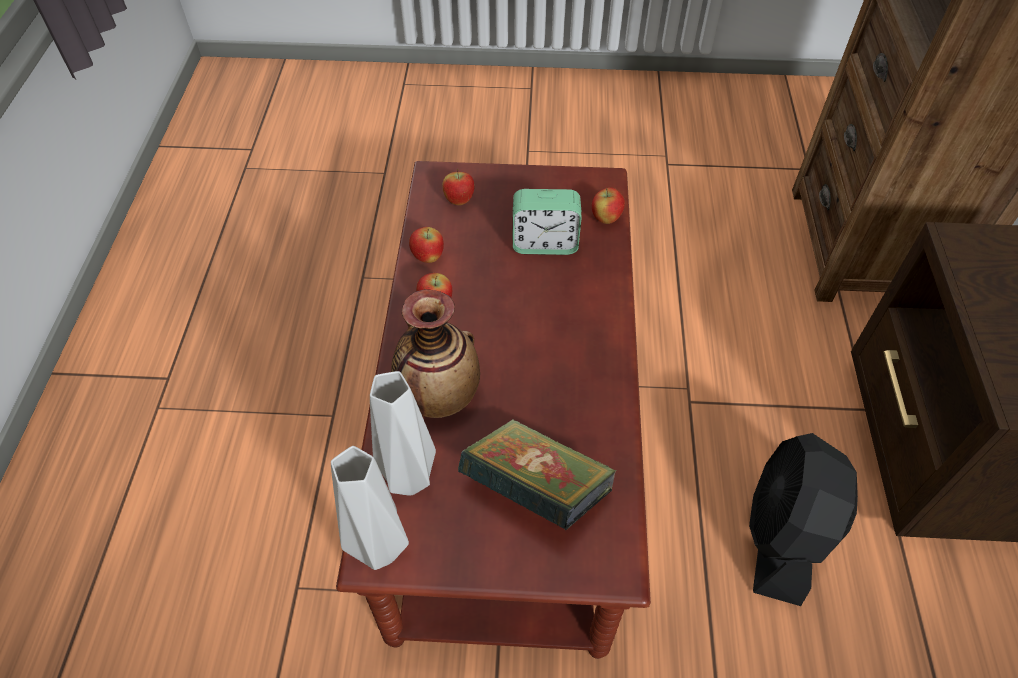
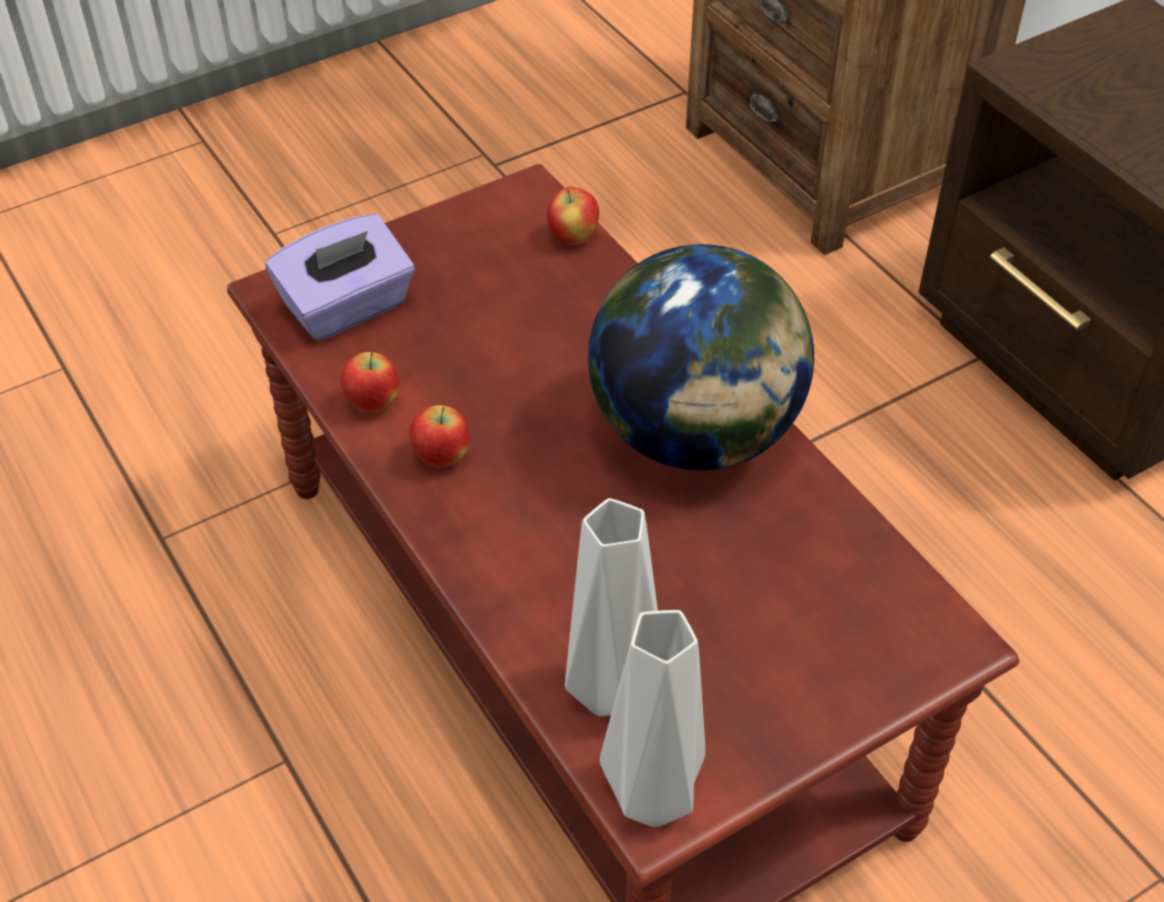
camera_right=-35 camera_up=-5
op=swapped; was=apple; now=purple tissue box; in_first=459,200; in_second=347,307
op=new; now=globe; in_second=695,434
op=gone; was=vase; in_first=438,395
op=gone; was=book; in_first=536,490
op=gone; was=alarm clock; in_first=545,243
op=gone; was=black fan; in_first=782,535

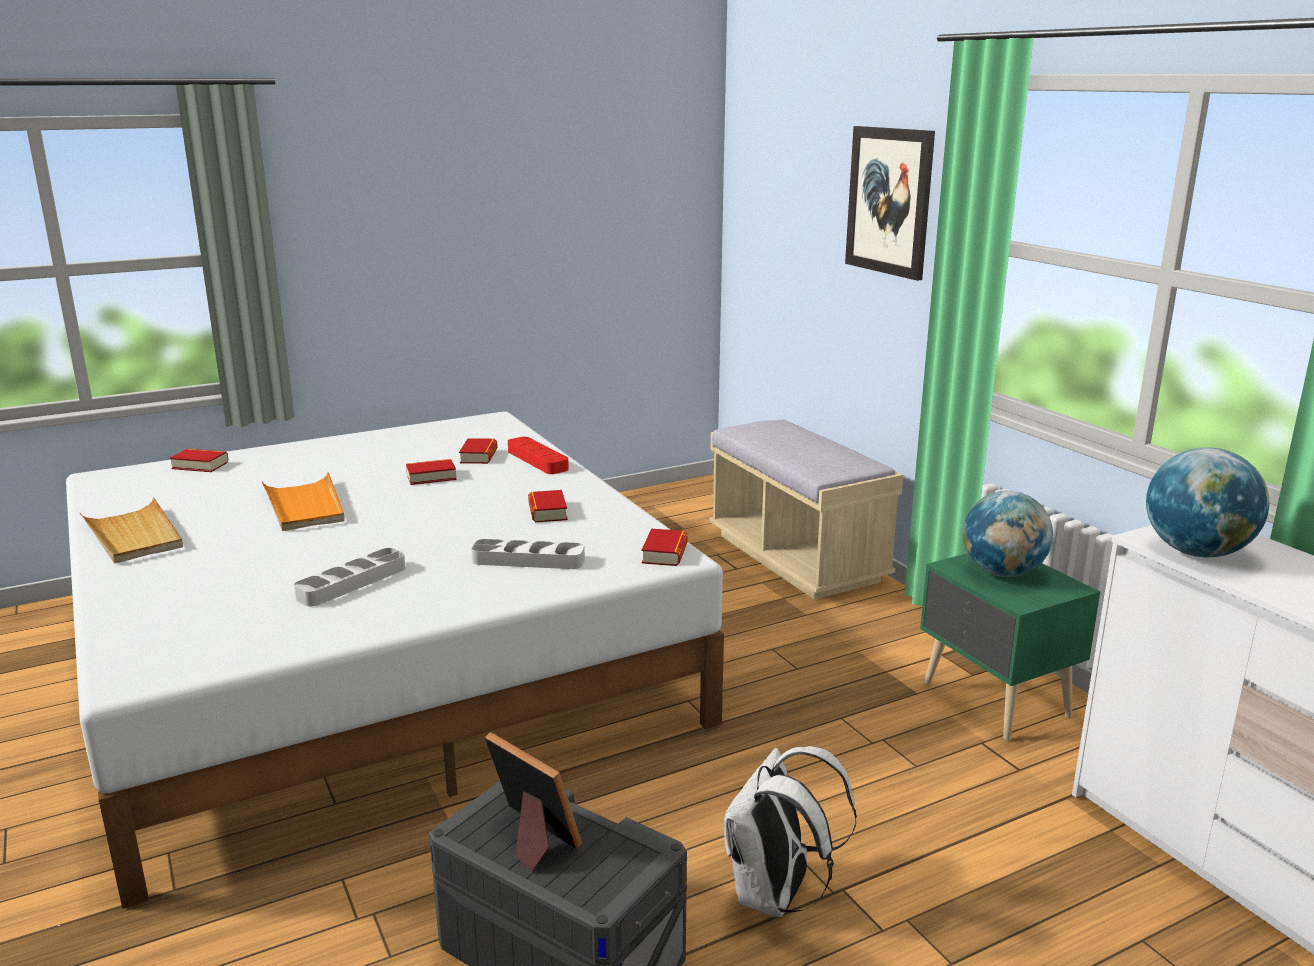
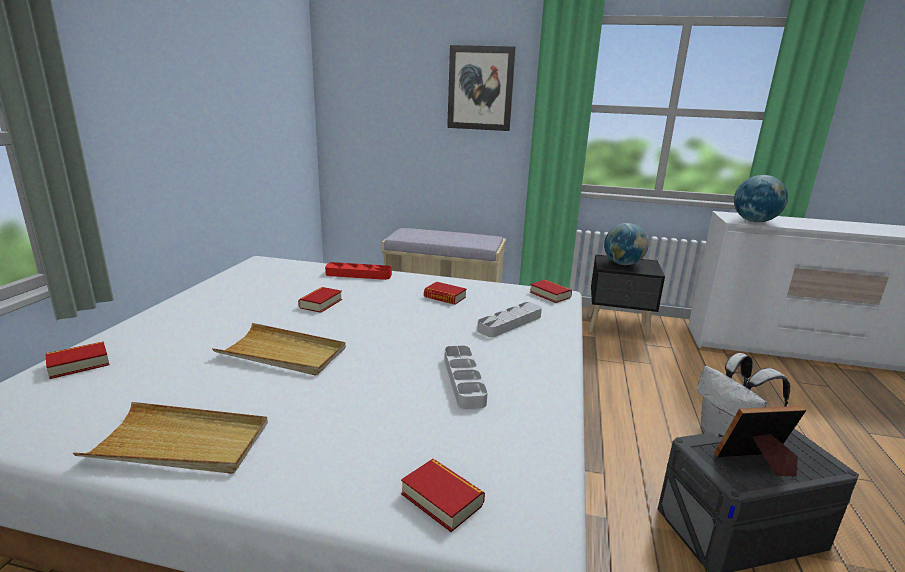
camera_right=-50 camera_up=0
op=repainted; was=orange tray; now=beige tray; in_first=304,506; in_second=282,353
op=shifted; was=book; in_first=479,456; in_second=442,499
op=repainted; was=green nightstand; now=black nightstand; in_first=995,702; in_second=618,328

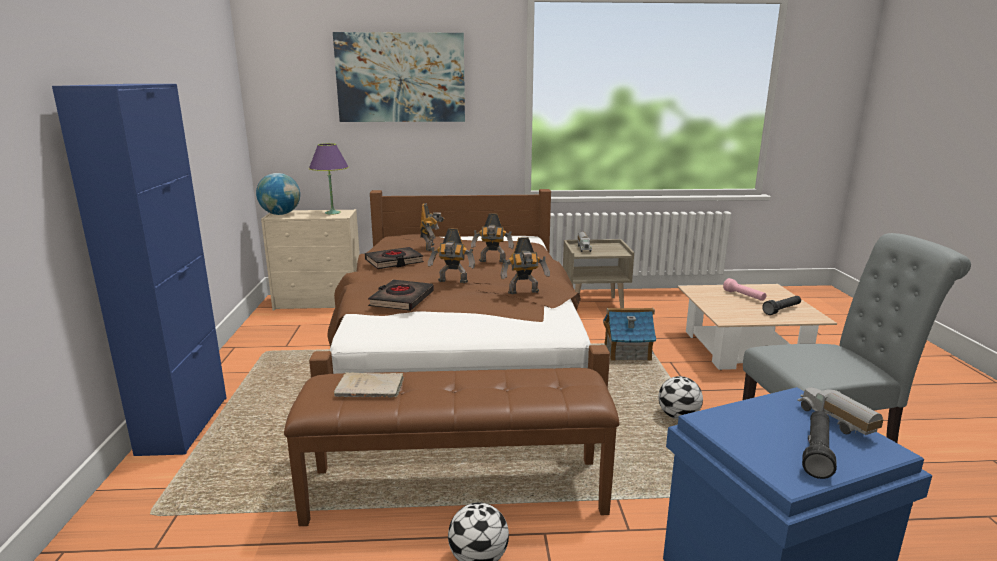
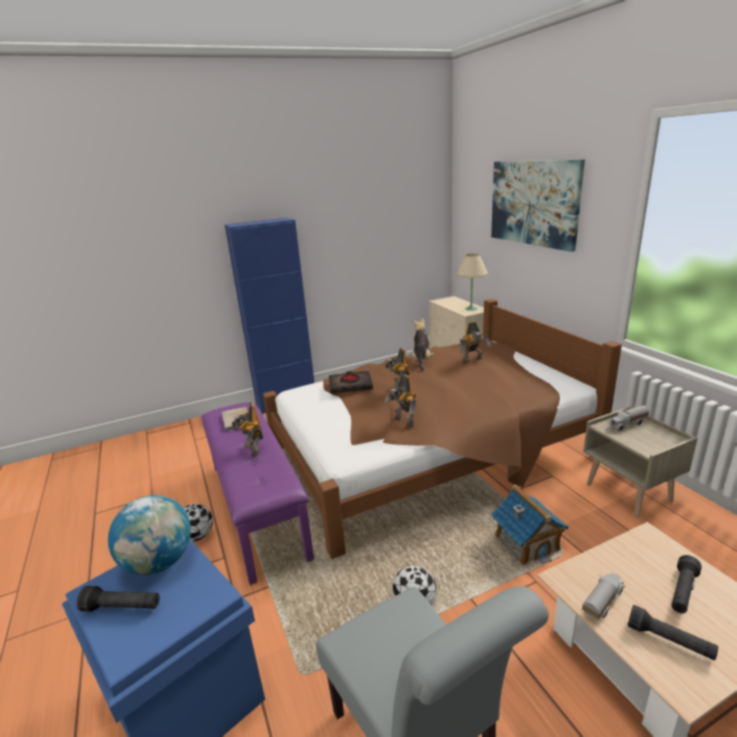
camera_right=70 camera_up=5
op=shifted; was=globe; in_first=280,214; in_second=159,562
op=repainted; was=brown bench; now=purple bench; in_first=457,489; in_second=258,507
op=shifted; was=toy robot; in_first=492,261; in_second=253,449
op=swapped; was=black book; now=plush toy; in_first=394,262; in_second=421,360
op=repainted; was=purple table lamp; now=beige table lamp; in_first=332,213; in_second=471,309
op=shifted; was=toy truck; in_first=835,422; in_second=601,602
op=repainted; was=pink flashlight; now=black flashlight; in_first=744,296; in_second=682,592

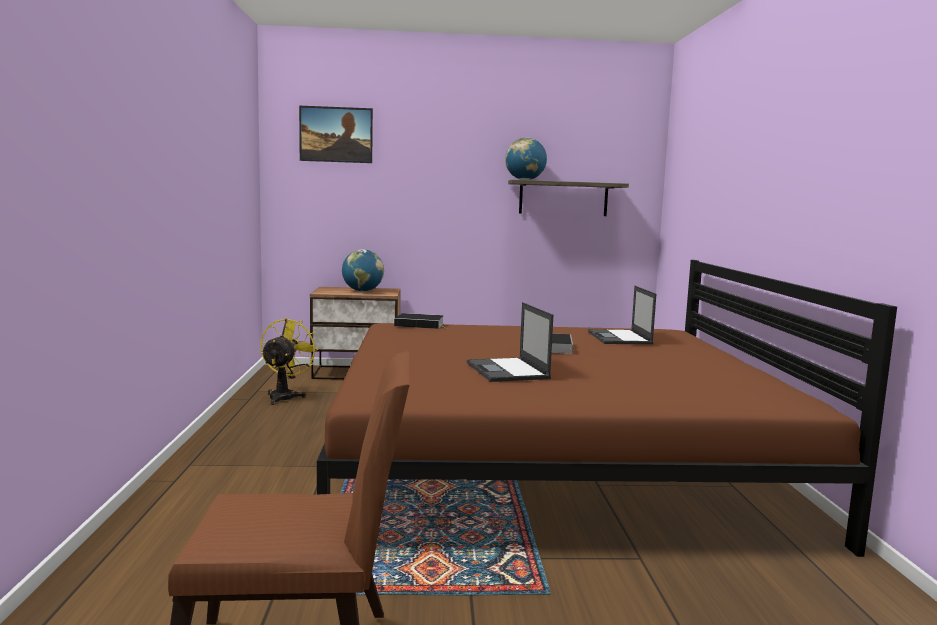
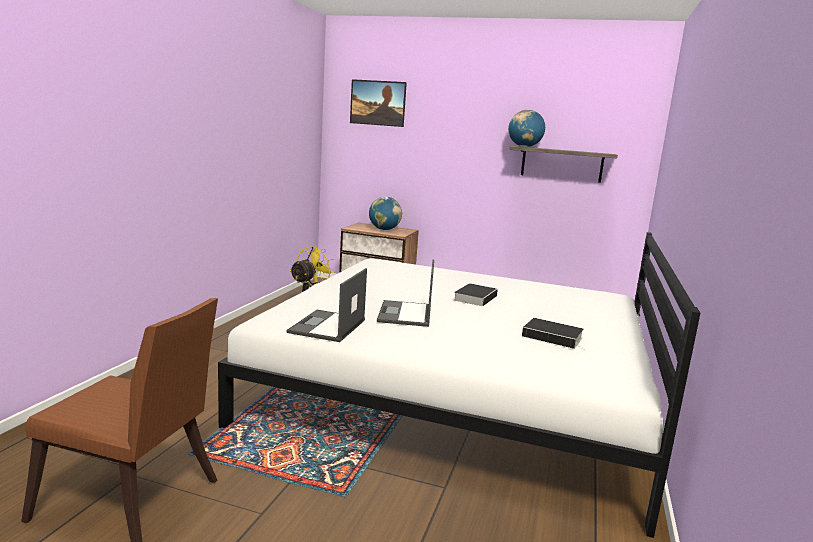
camera_right=20 camera_up=5
op=repainted; was=brown bed; now=white bed; in_first=553,459; in_second=459,390
op=shifted; was=laptop; in_first=620,338; in_second=327,326
op=shifted; was=book; in_first=421,324; in_second=554,337

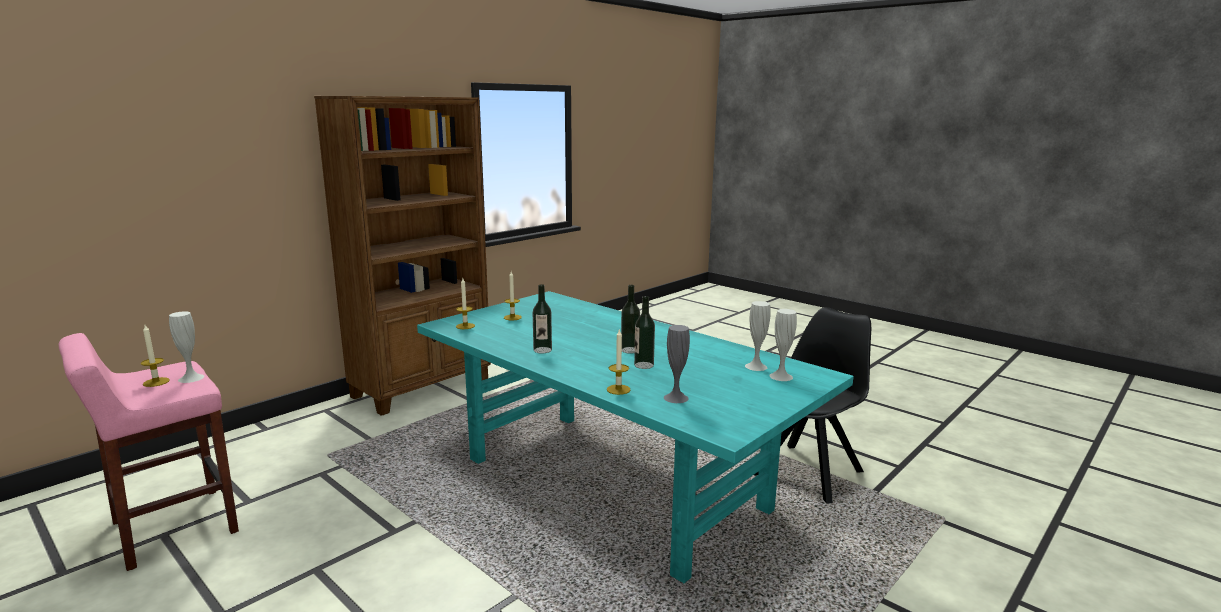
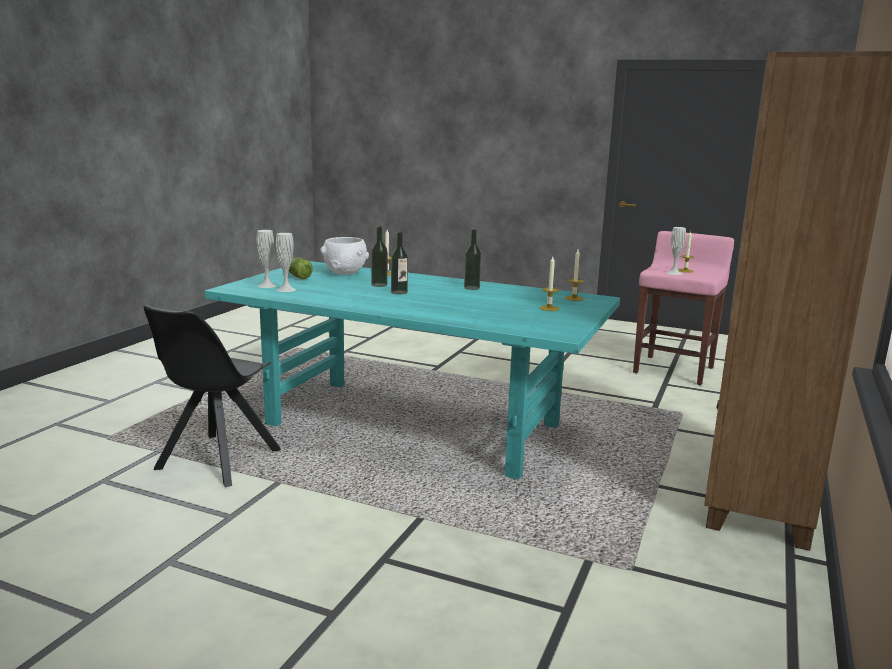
camera_right=160 camera_up=0
op=new; now=lettuce; in_second=298,276
op=swapped; was=grey vase; now=white bowl; in_first=676,398; in_second=345,273

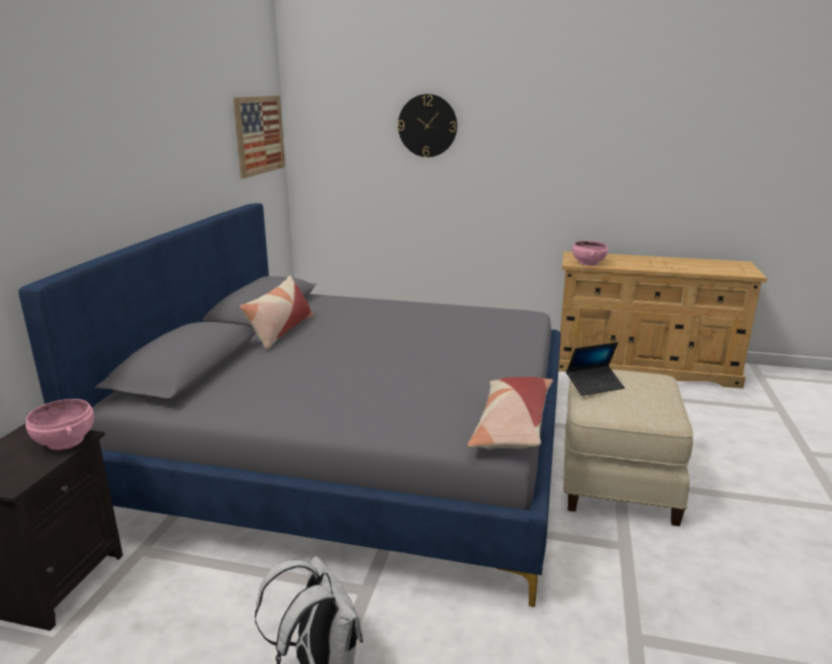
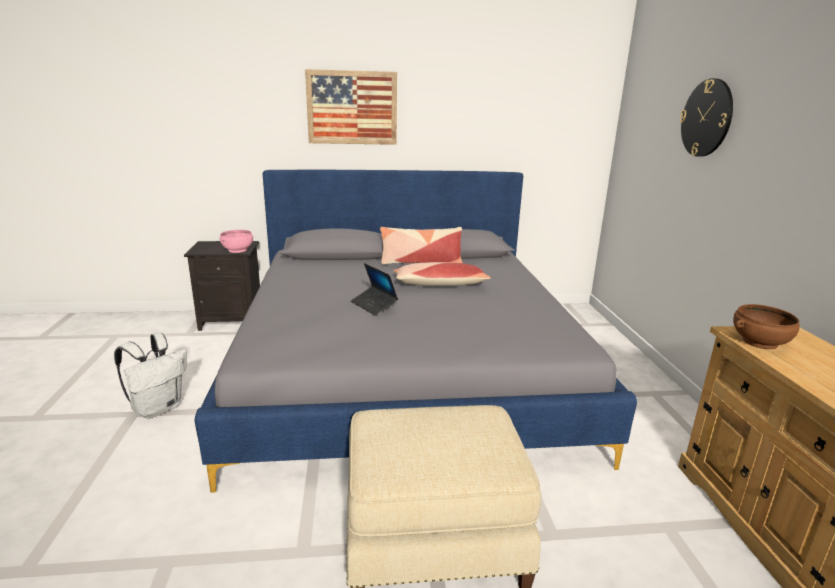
camera_right=70 camera_up=0
op=shifted; was=picture; in_first=259,135; in_second=352,108
op=shifted; was=laptop; in_first=594,385; in_second=374,305
op=shifted; was=pillow; in_first=512,425; in_second=439,284
op=repainted; was=pink bowl; now=brown bowl; in_first=588,263; in_second=759,342

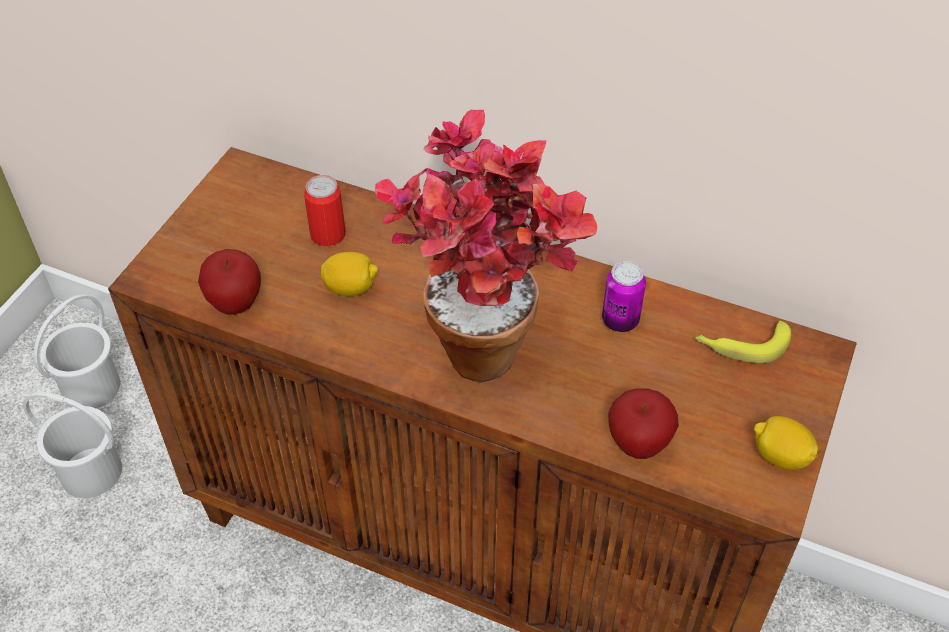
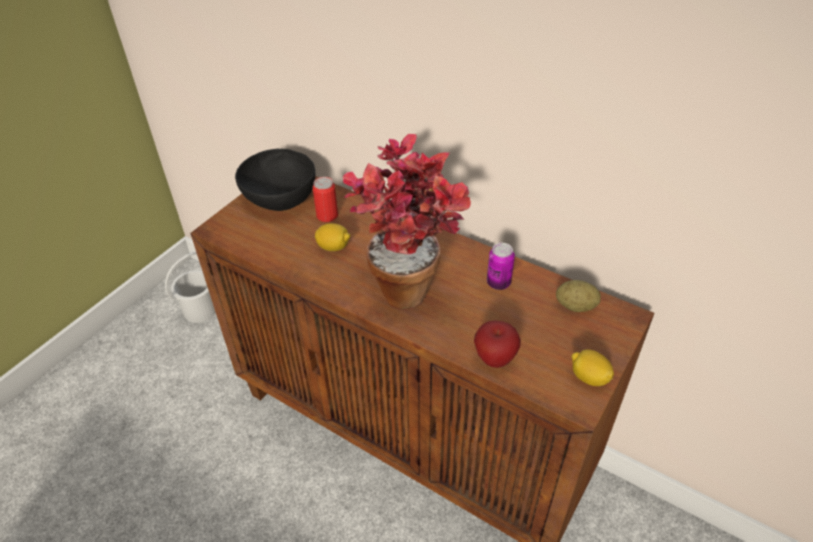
camera_right=10 camera_up=-5
op=new; now=black bowl; in_second=279,197
op=swapped; was=banana; now=potato; in_first=741,345; in_second=575,306
op=gone; was=white bucket; in_first=91,473
op=gone; was=apple; in_first=235,304

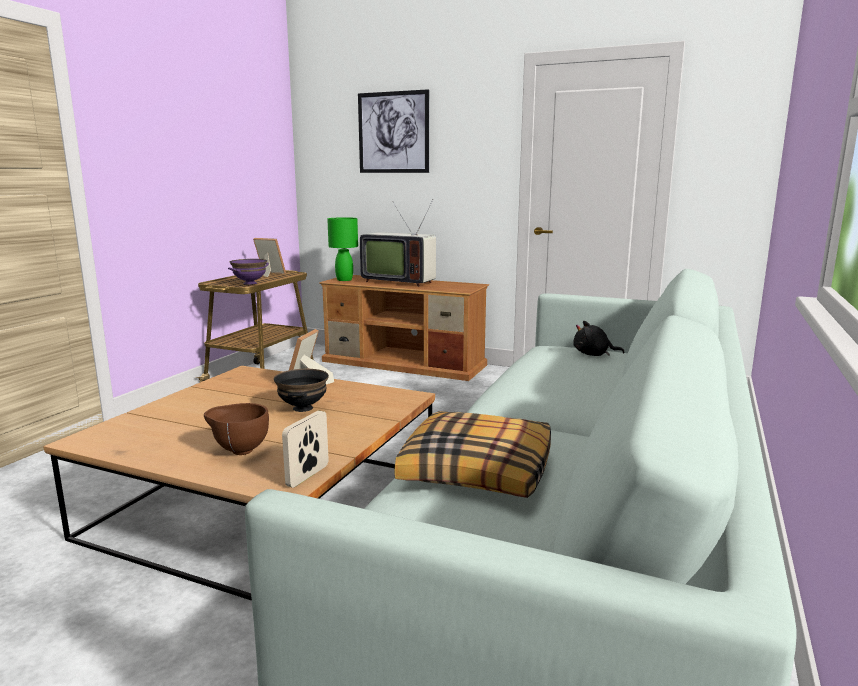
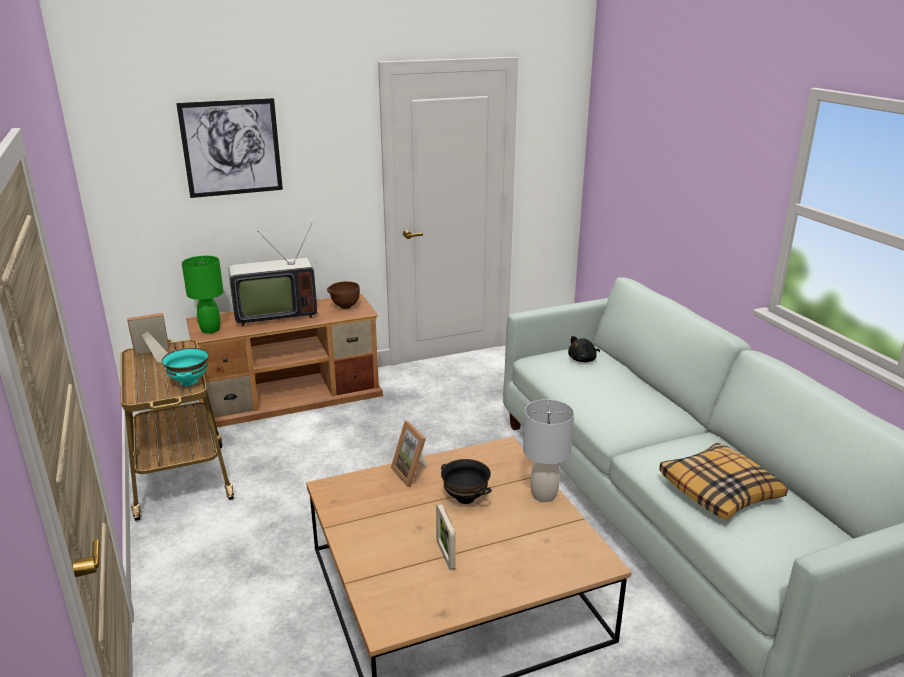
camera_right=-45 camera_up=10
op=repainted; was=purple bowl; now=turquoise bowl; in_first=250,283; in_second=188,382
op=shifted; was=brown bowl; in_first=239,451; in_second=344,307
op=shifted; was=picture frame; in_first=308,476; in_second=445,555
op=new; now=grey table lamp; in_second=544,495

